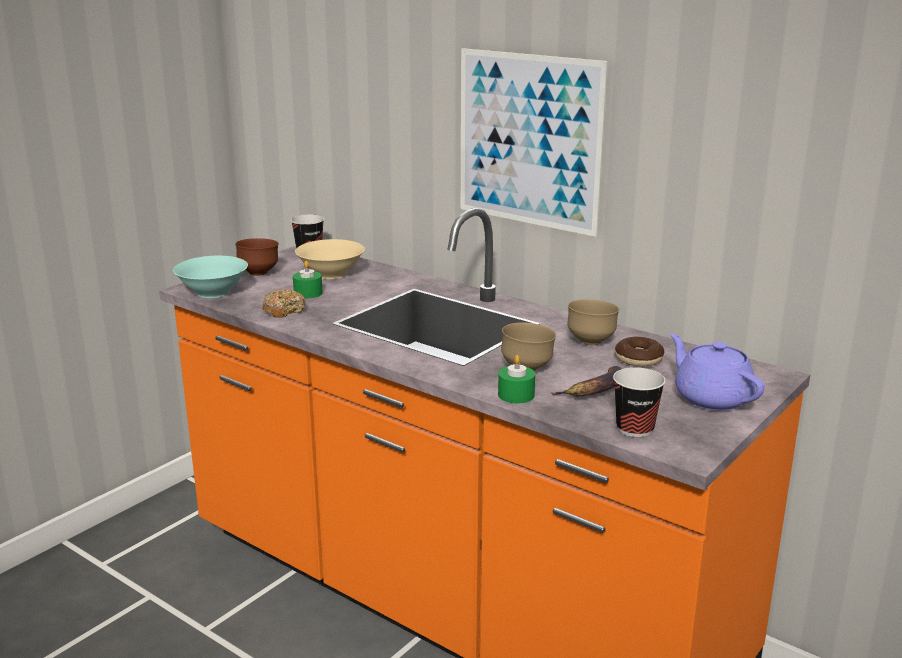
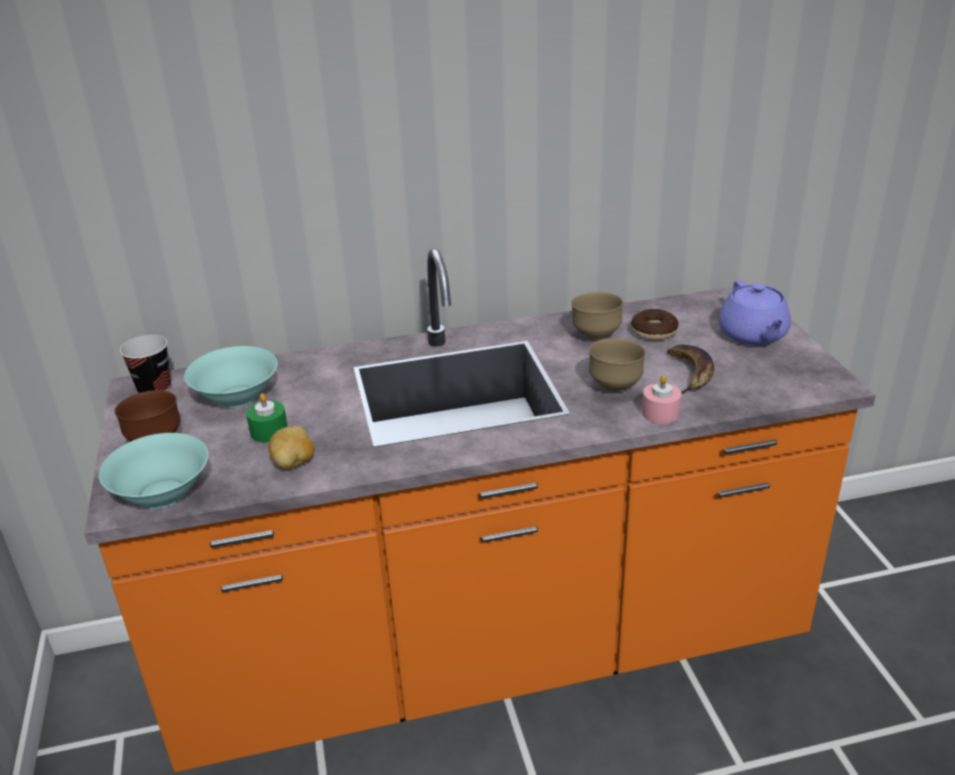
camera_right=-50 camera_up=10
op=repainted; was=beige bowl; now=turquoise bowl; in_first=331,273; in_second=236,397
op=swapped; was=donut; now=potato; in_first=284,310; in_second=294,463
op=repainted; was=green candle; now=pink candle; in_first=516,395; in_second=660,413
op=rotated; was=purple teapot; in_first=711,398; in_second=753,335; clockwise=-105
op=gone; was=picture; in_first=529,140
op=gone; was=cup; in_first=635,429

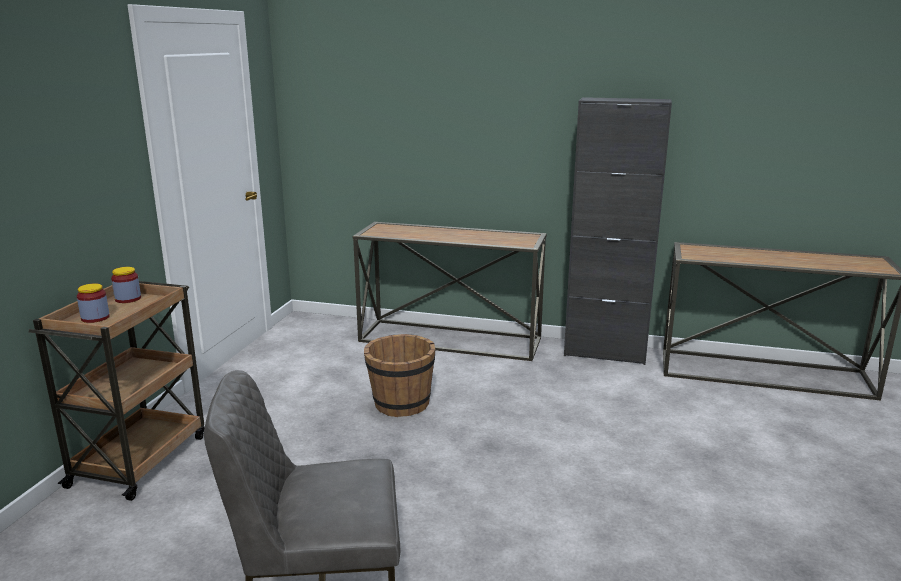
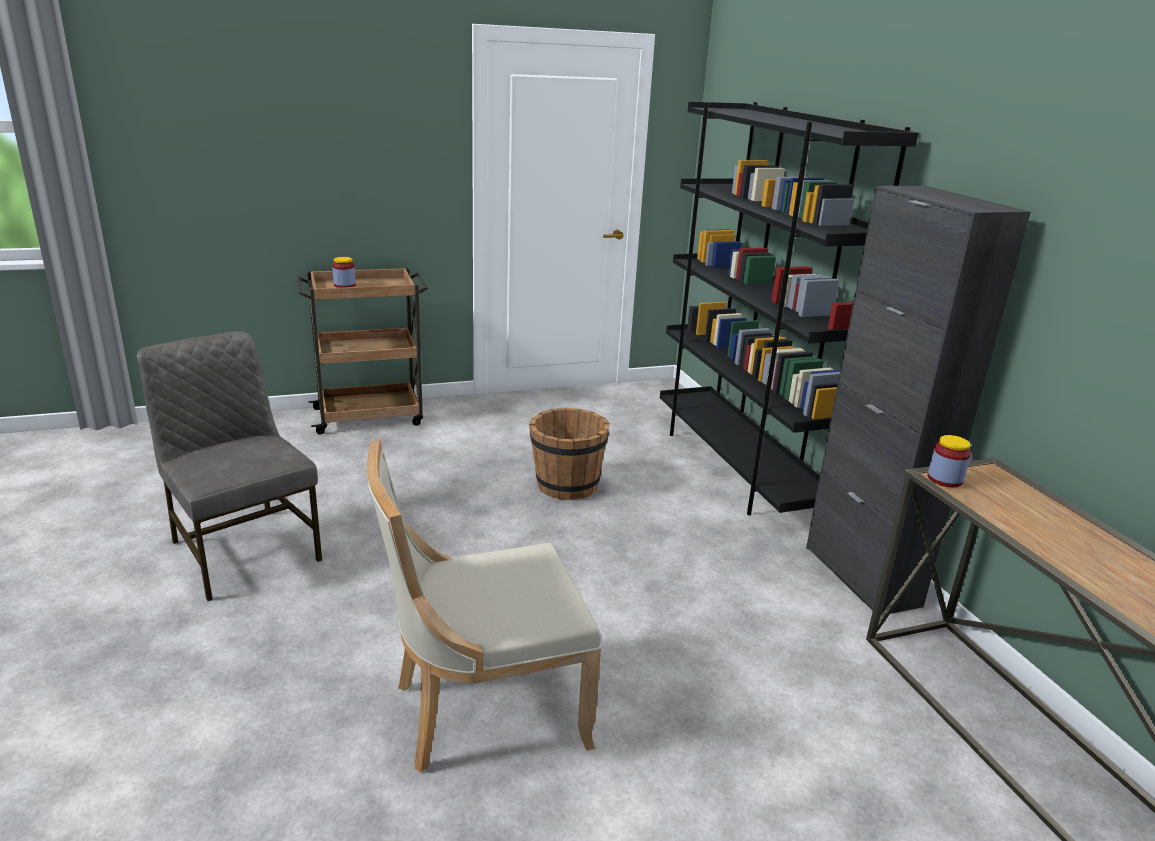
camera_right=55 camera_up=5
op=new; now=beige chair; in_second=482,711
op=swapped; was=console table; now=black bookcase; in_first=450,339; in_second=737,468
op=shifted; was=jar; in_first=128,299; in_second=945,479

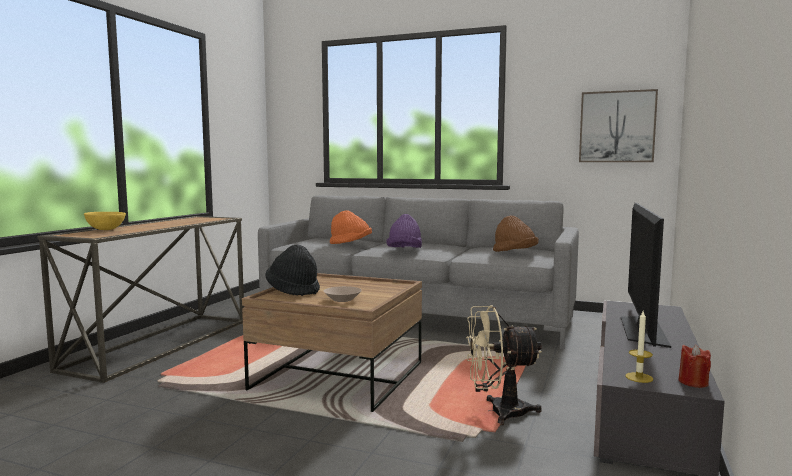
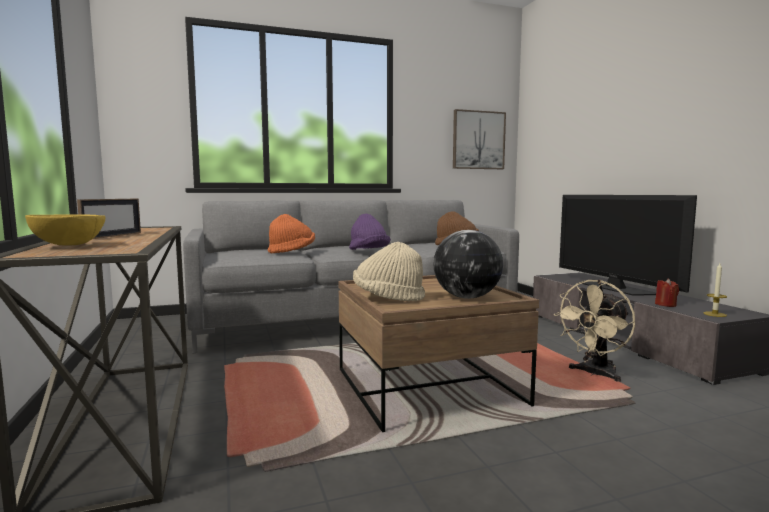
camera_right=-40 camera_up=0
op=new; now=picture frame; in_second=113,236
op=repainted; was=black hat; now=beige hat; in_first=293,290; in_second=388,298
op=swapped; was=beige bowl; now=globe; in_first=342,300; in_second=466,297
op=shifted; was=red candle; in_first=693,382; in_second=665,304

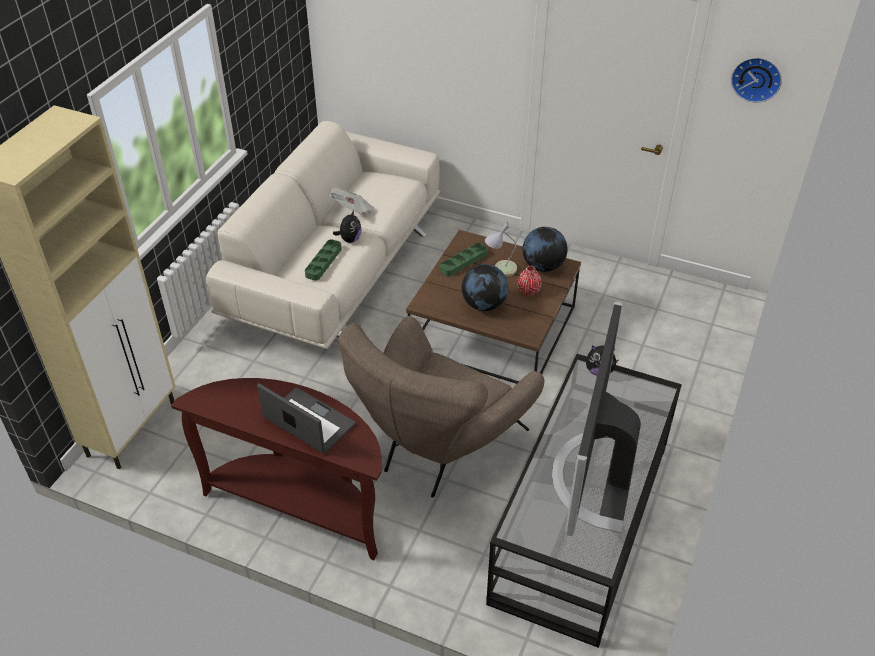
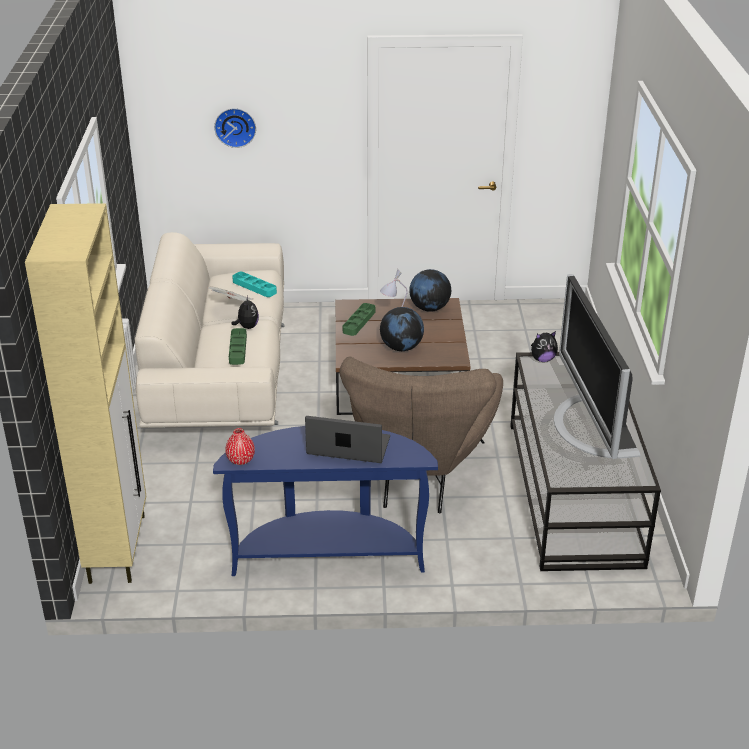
camera_right=-25 camera_up=-10
op=repainted; was=brown console table; now=blue console table; in_first=300,505; in_second=328,554
op=shifted; was=wall clock; in_first=756,78; in_second=235,126
op=shifted; was=red vase; in_first=528,291; in_second=240,460
op=new; now=turquoise tray; in_second=254,287

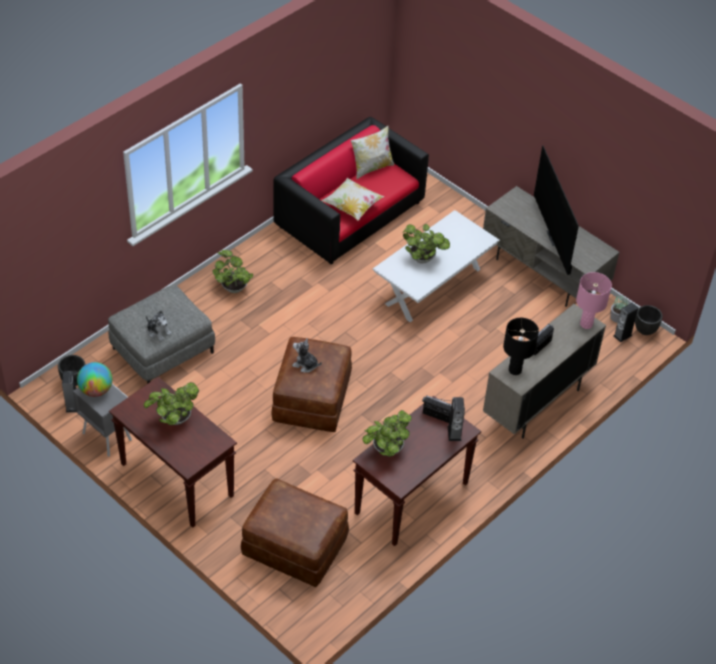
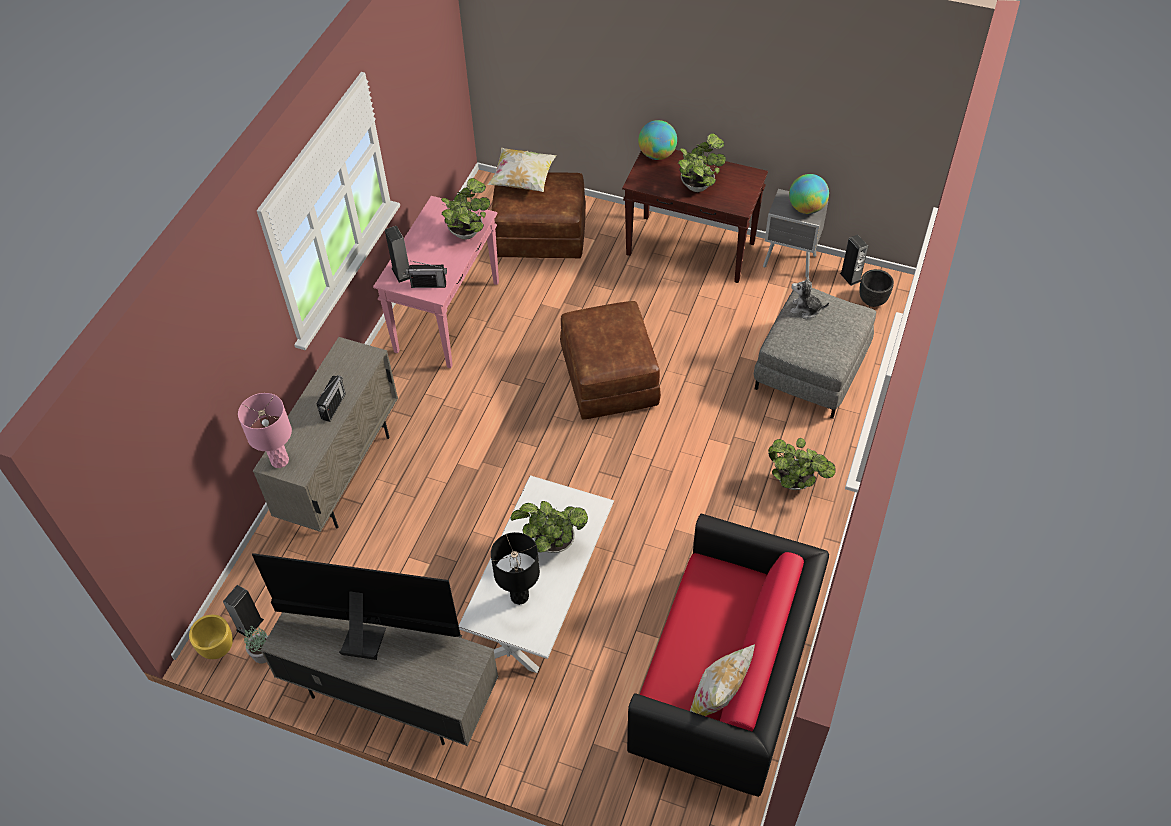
camera_right=160 camera_up=5
op=repainted; was=black planter; now=yellow planter; in_first=645,330; in_second=217,648
op=rotated; was=television; in_first=556,237; in_second=365,635; clockwise=-45
op=repainted; was=brown console table; now=pink console table; in_first=411,499; in_second=447,316
op=shifted; was=pillow; in_first=352,207; in_second=523,180
op=shifted; was=black table lamp; in_first=515,370; in_second=519,596
op=new; now=globe; in_second=657,155
op=gone; was=plush toy; in_first=305,365

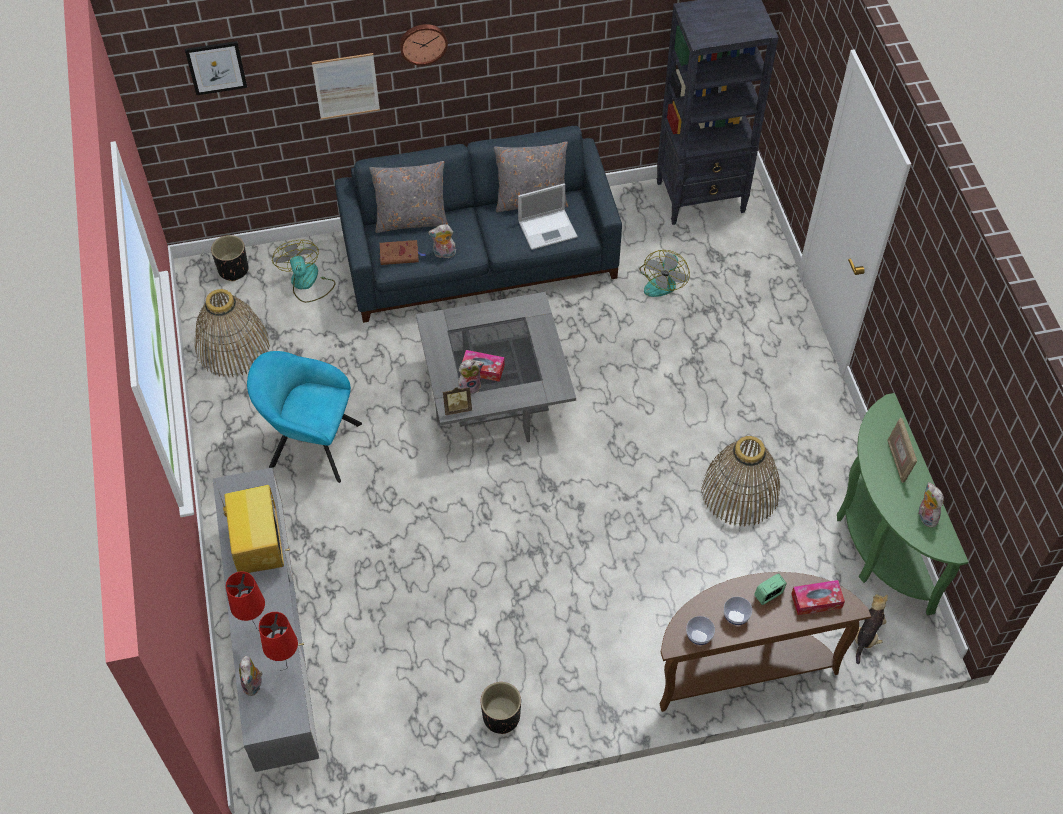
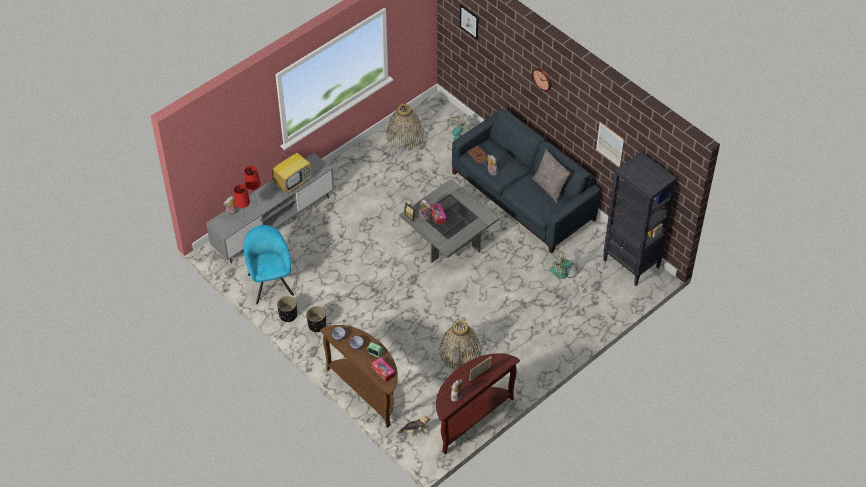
camera_right=60 camera_up=-5
op=shifted; was=turquoise armchair; in_first=310,443; in_second=270,282
op=shifted; was=black planter; in_first=233,270; in_second=317,325
op=repainted; was=green console table; now=brown console table; in_first=878,542; in_second=470,417
op=shifted; was=picture; in_first=346,86; in_second=610,144
op=gone; was=grey pillow; in_first=411,220
op=gone; was=laptop; in_first=548,229

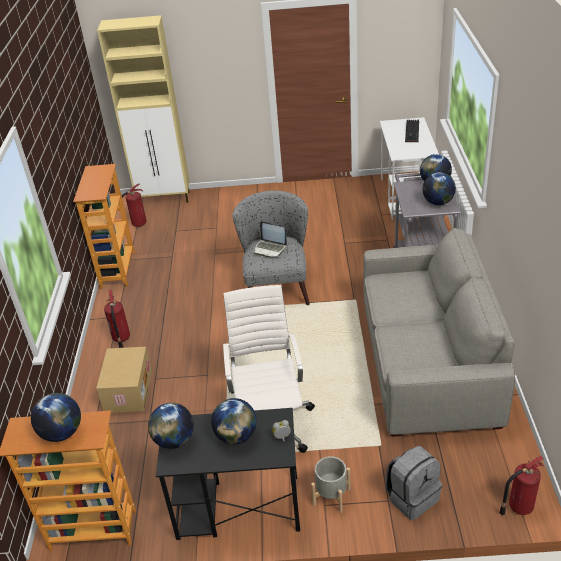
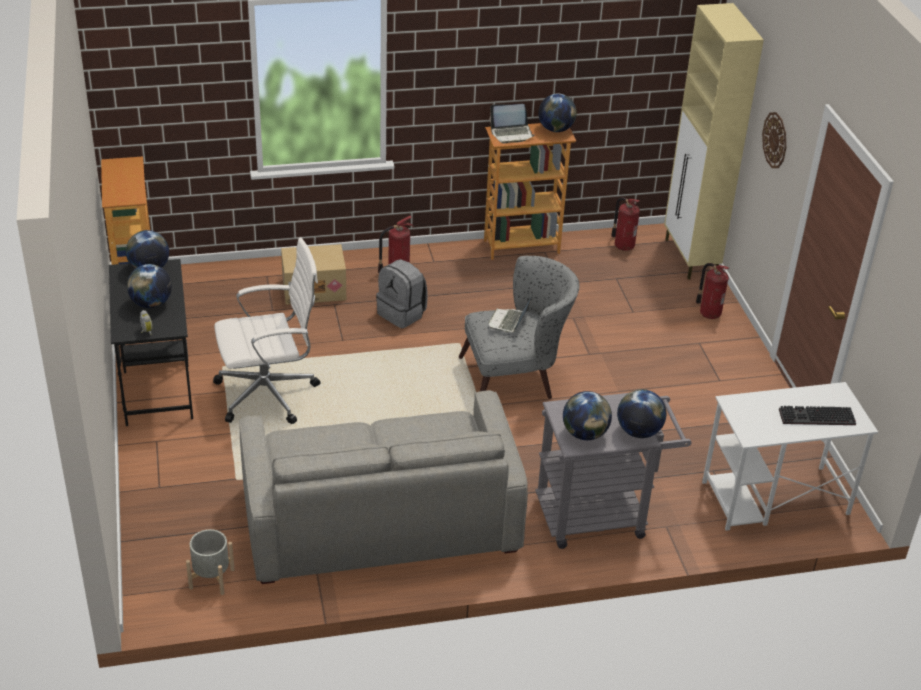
camera_right=75 camera_up=0
op=shifted; was=grey planter; in_first=331,496; in_second=212,579
op=shifted; was=grey backpack; in_first=412,497; in_second=402,314
op=new; now=laptop; in_second=512,134
op=shifted; was=globe; in_first=62,433; in_second=556,129
op=shifted; was=fire extinguisher; in_first=519,507; in_second=709,313
op=new; now=wall clock; in_second=775,140

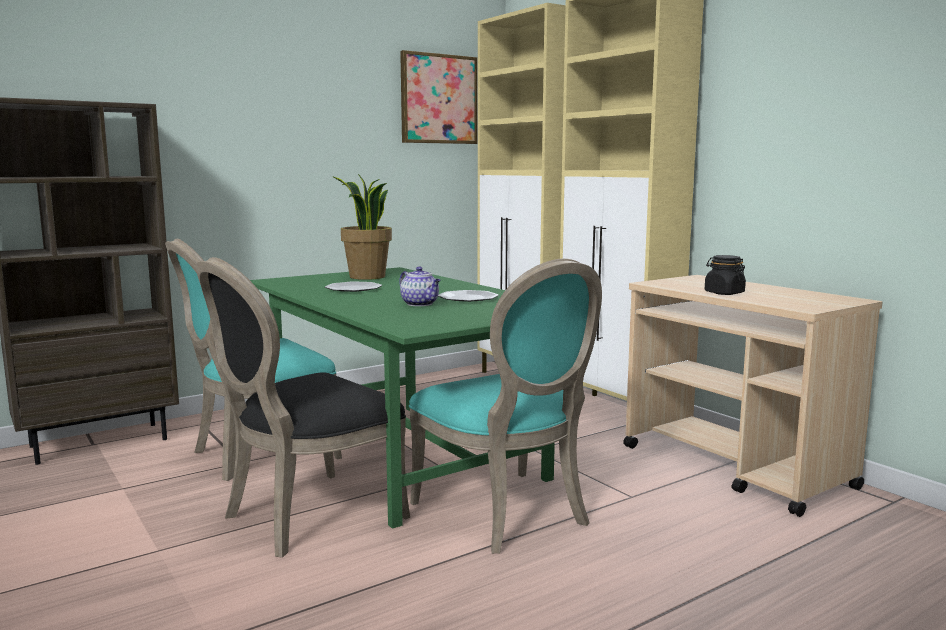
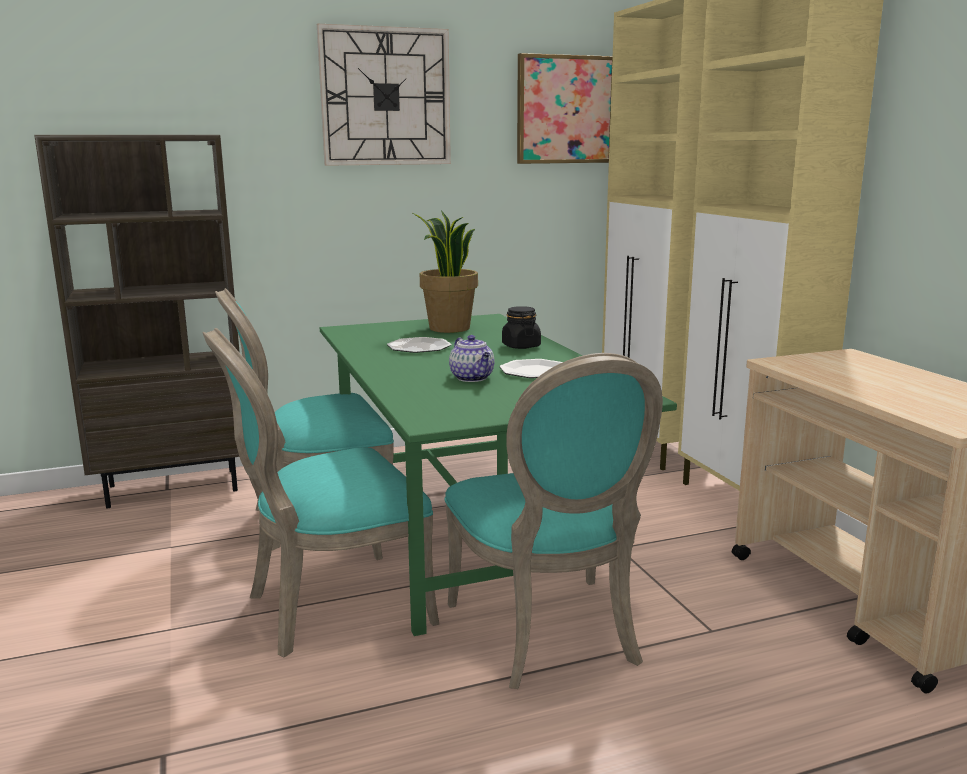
camera_right=15 camera_up=5
op=repainted; was=black chair; now=turquoise chair; in_first=306,516; in_second=331,607
op=new; now=wall clock; in_second=385,97
op=shifted; was=black jar; in_first=724,293; in_second=521,346

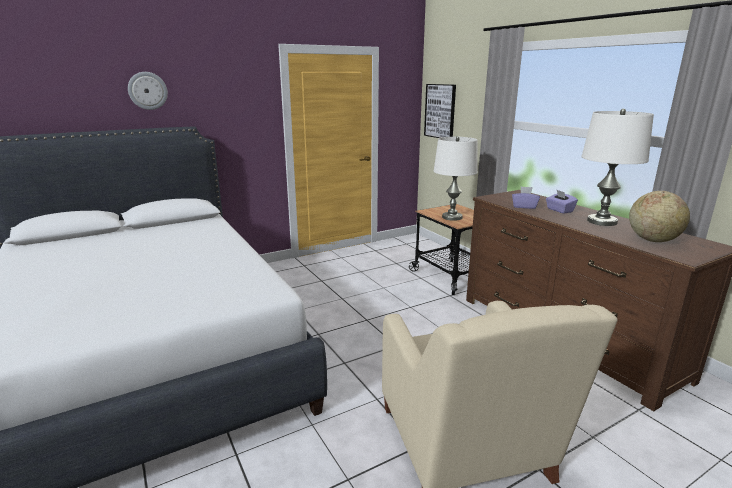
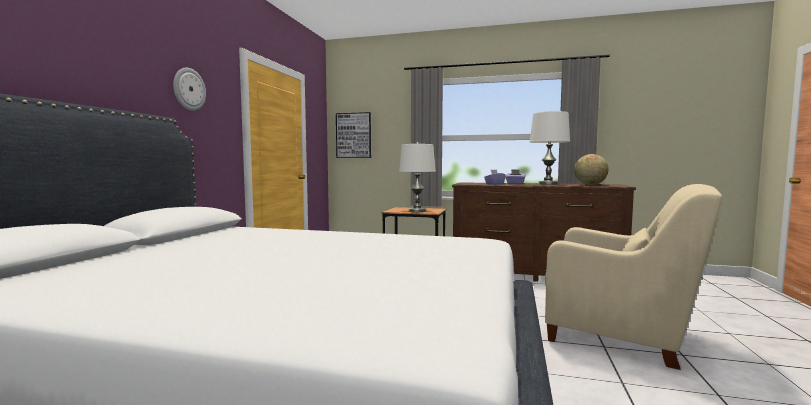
camera_right=-45 camera_up=-15
op=shifted; was=wall clock; in_first=147,90; in_second=189,89

